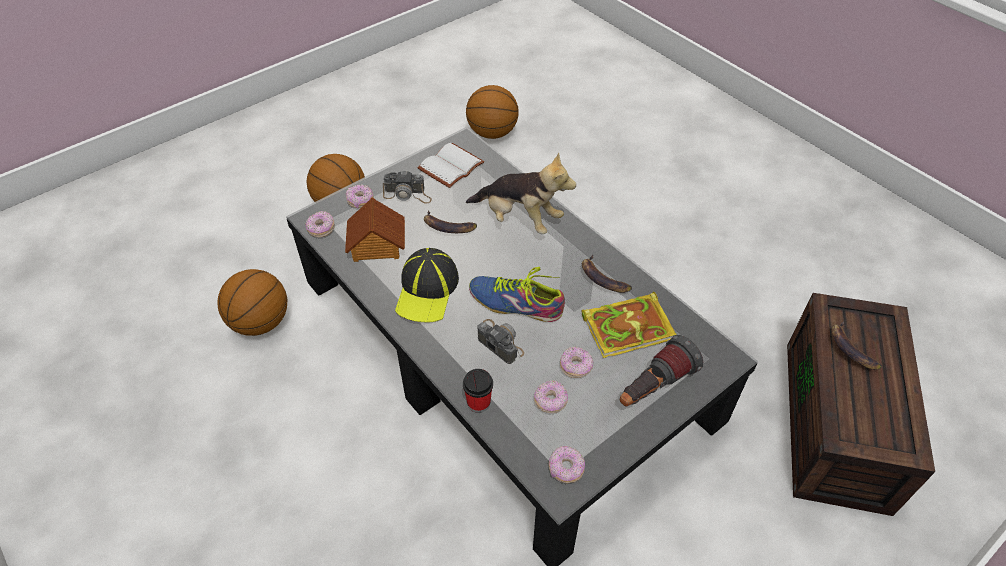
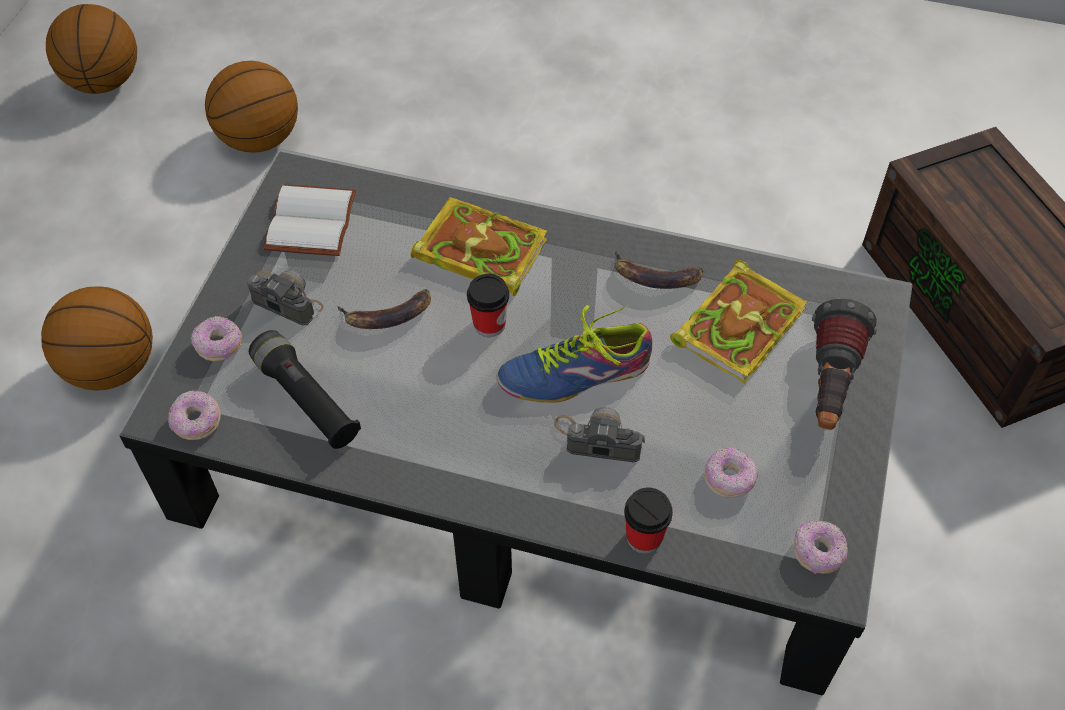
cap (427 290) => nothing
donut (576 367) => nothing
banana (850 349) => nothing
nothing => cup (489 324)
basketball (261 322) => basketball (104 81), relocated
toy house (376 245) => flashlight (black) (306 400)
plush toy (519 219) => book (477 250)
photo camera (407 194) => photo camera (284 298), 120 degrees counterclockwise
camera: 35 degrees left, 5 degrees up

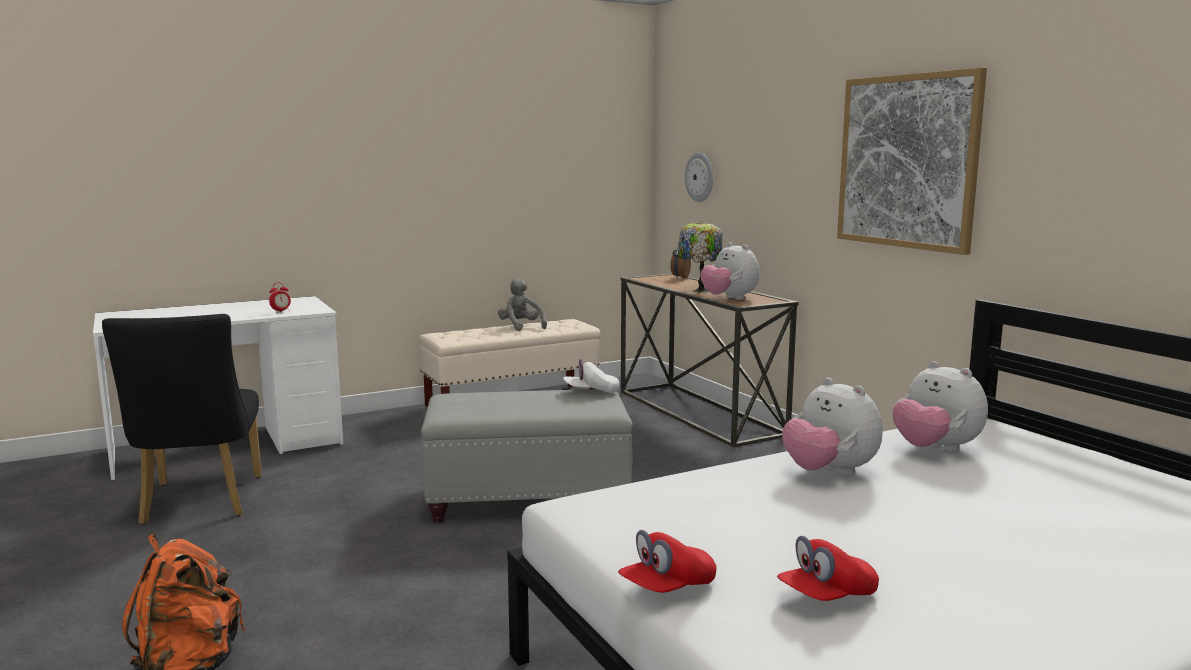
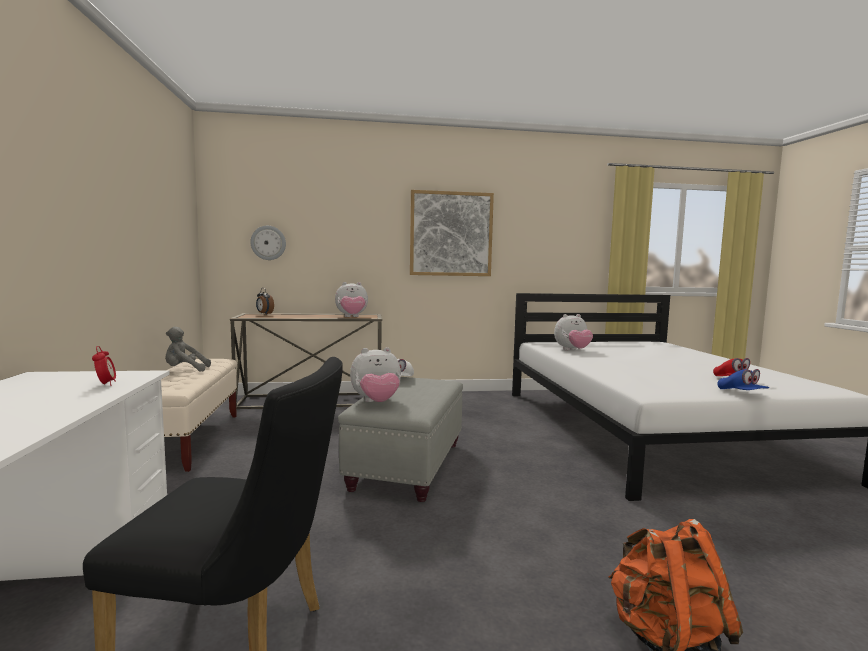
table lamp (699 291) => nothing
plush toy (829 472) => plush toy (376 402), relocated
cap (red) (667 588) => cap (blue) (741 393)
camera: 70 degrees left, 5 degrees down

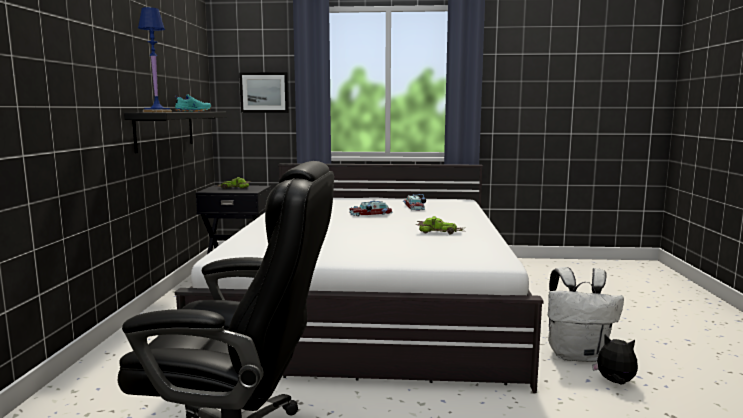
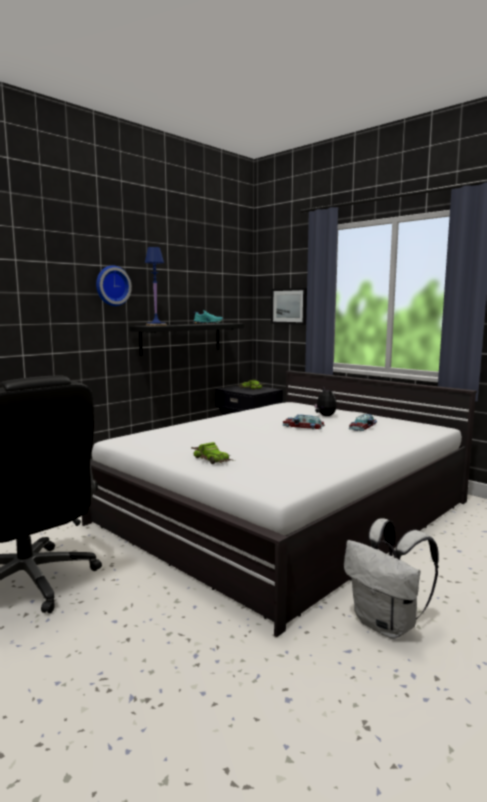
nothing => wall clock (112 286)
toy car (440 231) => toy car (212 459), relocated
plush toy (615 382) => plush toy (324 416), relocated
camera: 40 degrees right, 0 degrees up

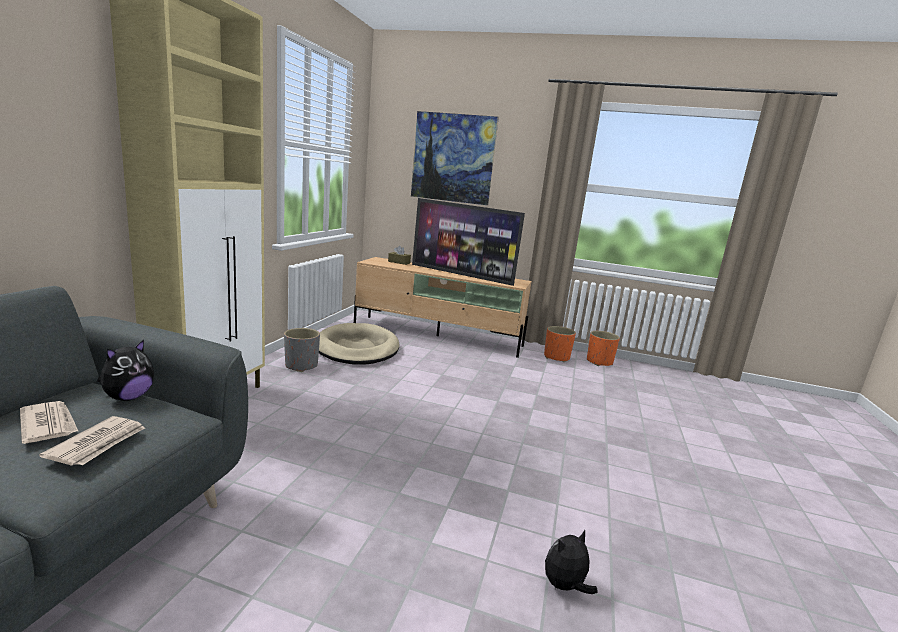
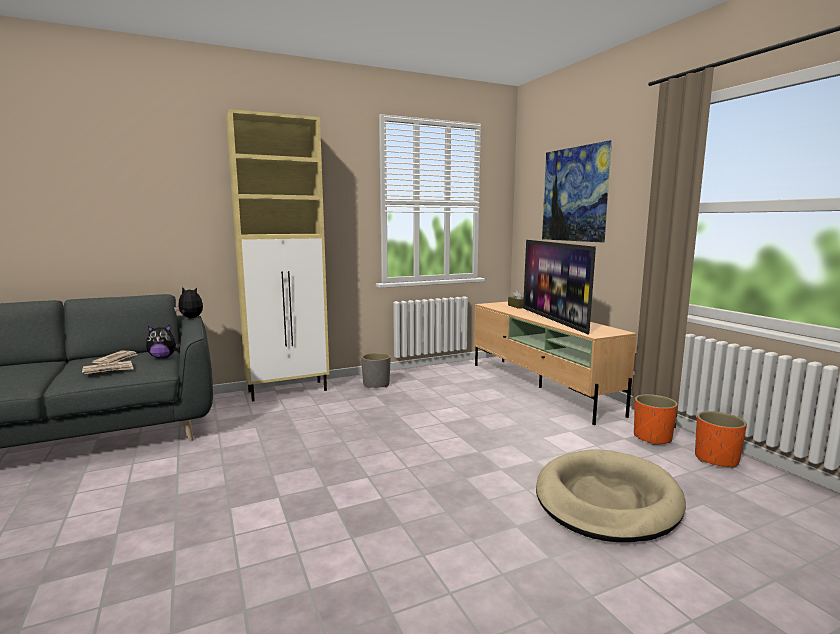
dog bed (beige) (357 348) => dog bed (beige) (606 500), relocated
plush toy (565 586) => plush toy (190 318), relocated
camera: 50 degrees right, 5 degrees down

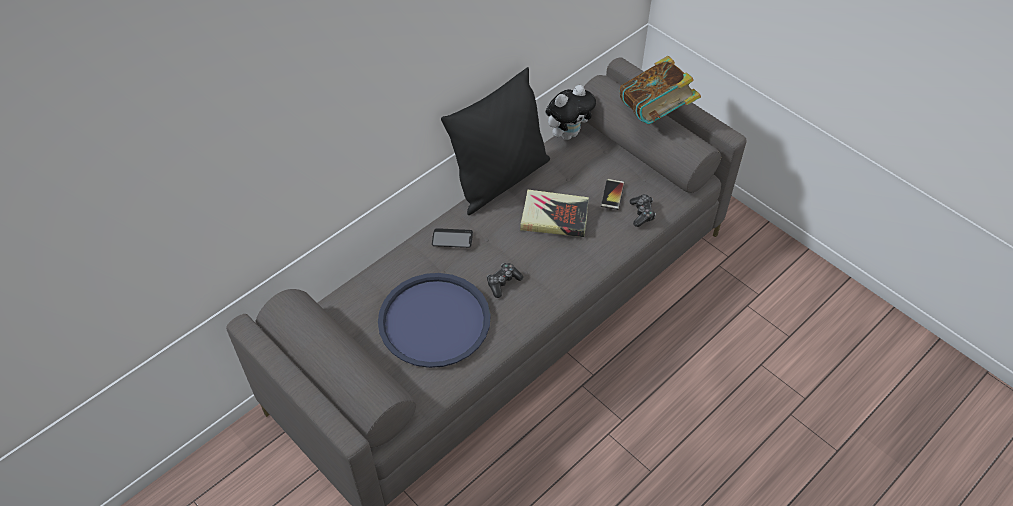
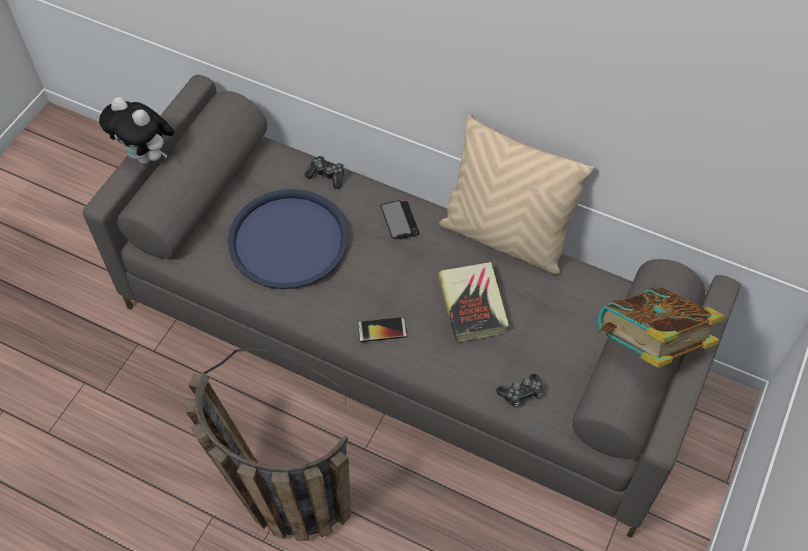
nothing => basket (274 490)
game controller (503 282) => game controller (326 175), relocated
plush toy (568 133) => plush toy (147 156), relocated
phone (612 194) => phone (382 330), relocated
pillow (black) (500 180) => pillow (beige) (505 237)
camera: 70 degrees right, 5 degrees up

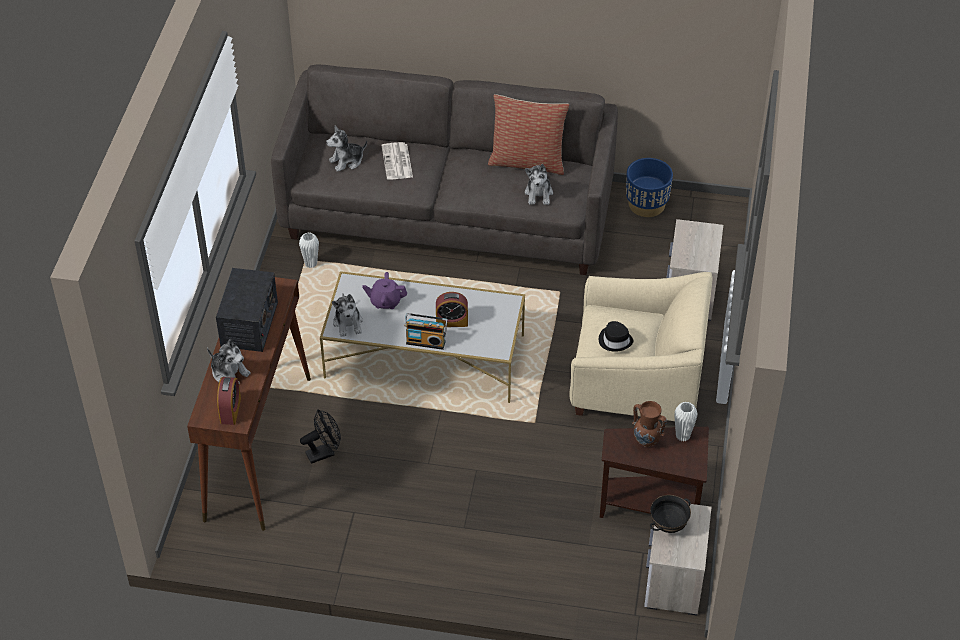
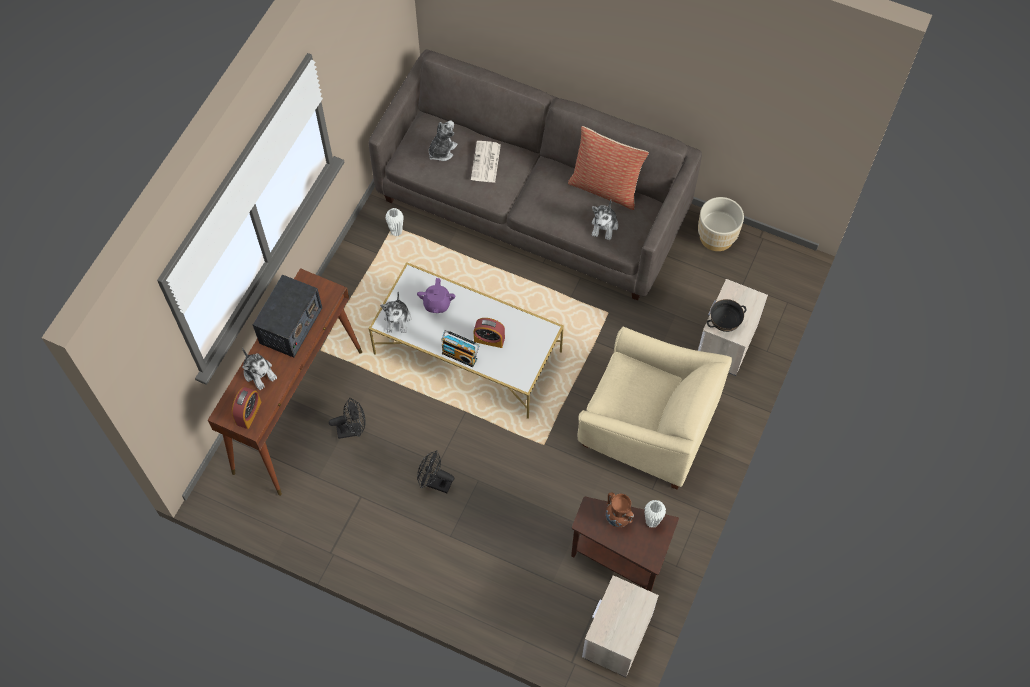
hat (black) (615 340) => nothing
nothing => fan (black) (435 483)
bowl (black) (668 525) => bowl (black) (724 323), relocated
planter (blue) (646 204) => planter (beige) (716 237)
plush toy (347 161) => plush toy (441 150), 135 degrees clockwise
teapot (purple) (385 301) => teapot (purple) (437 304), 105 degrees counterclockwise
camera: 15 degrees right, 15 degrees up

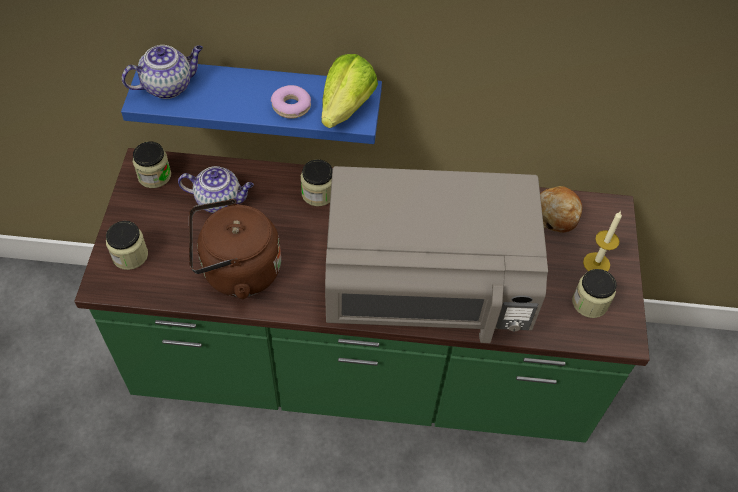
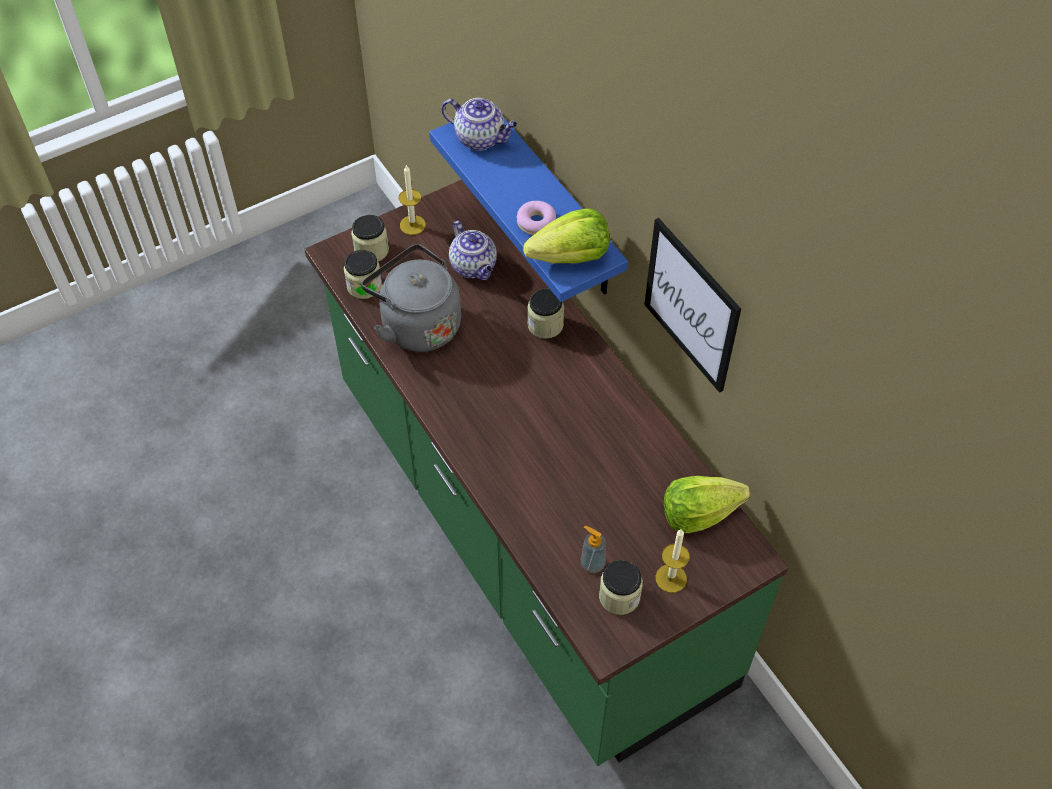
microwave (grey) (426 289) => nothing
nothing => candle (412 225)
nothing => soap dispenser (592 564)
nothing => picture (691 305)
jar (154 176) => jar (364 286), relocated
bread (556 214) => lettuce (698 514)
kettle (brown) (236 272) => kettle (grey) (417 324)
camera: 55 degrees right, 0 degrees up

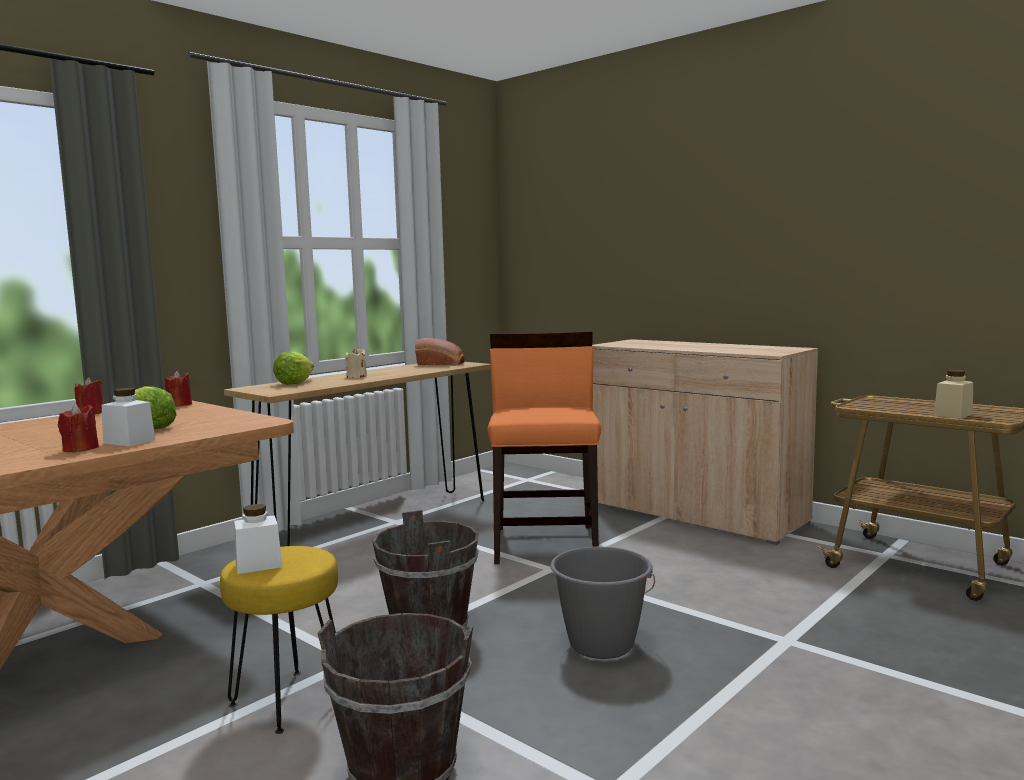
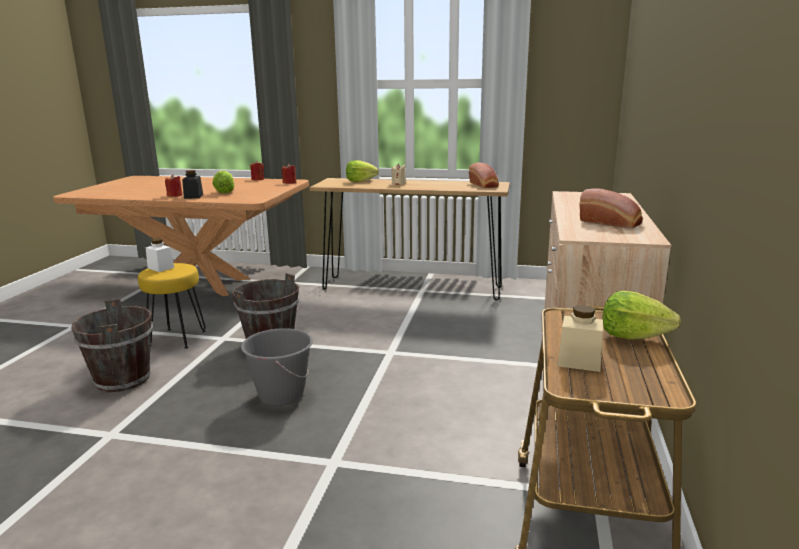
chair (orange) (546 543) => nothing
nothing => bread (611 223)
nothing => lettuce (633 336)
jar (white) (129 441) => jar (black) (193 196)
camera: 60 degrees right, 10 degrees up

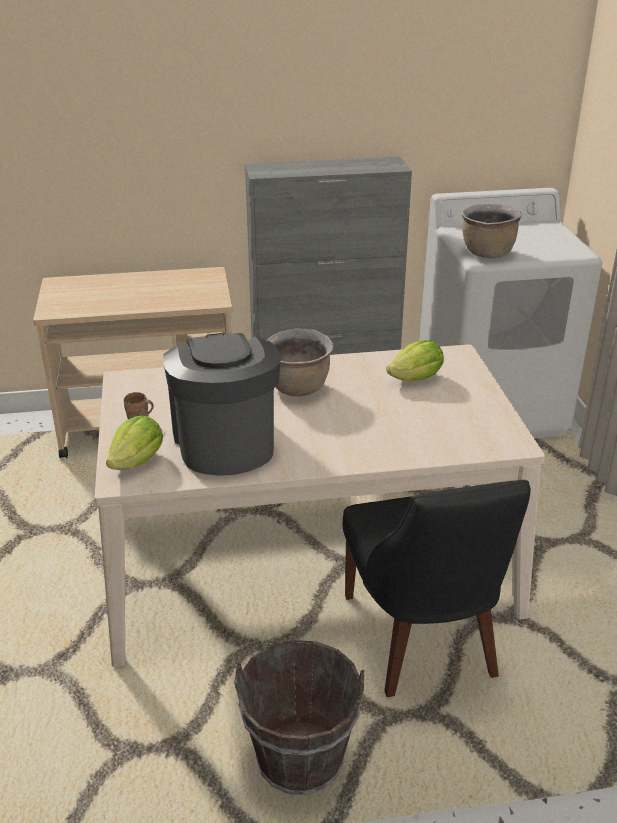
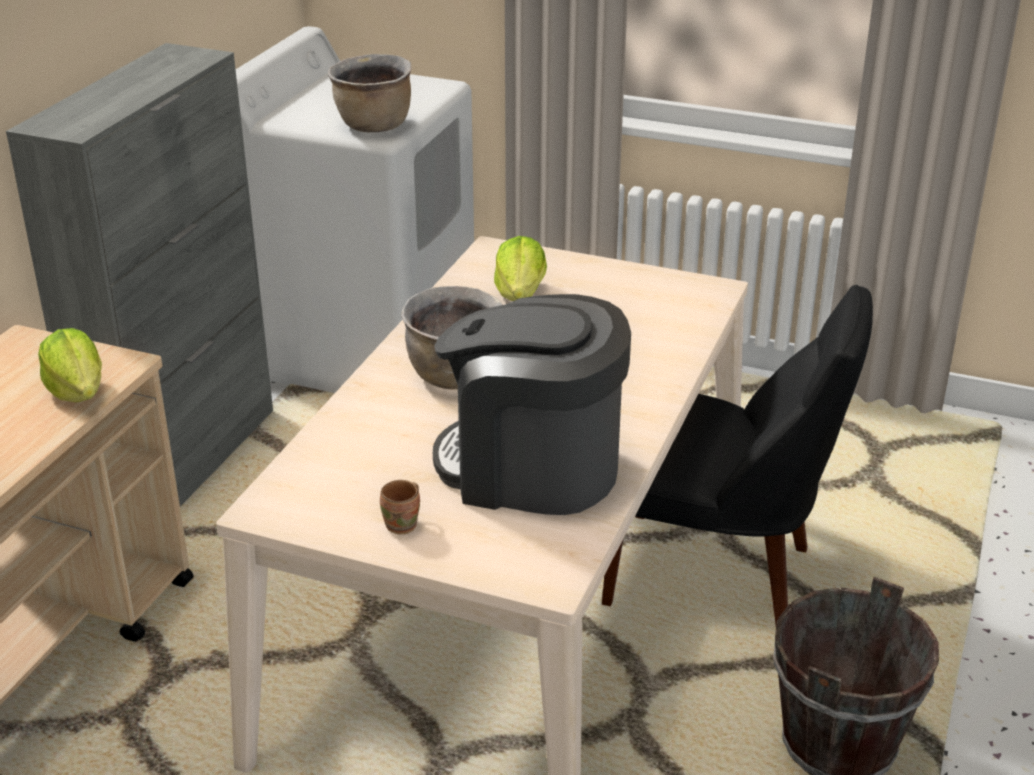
lettuce (138 462) => lettuce (77 392), relocated
camera: 60 degrees left, 0 degrees up

